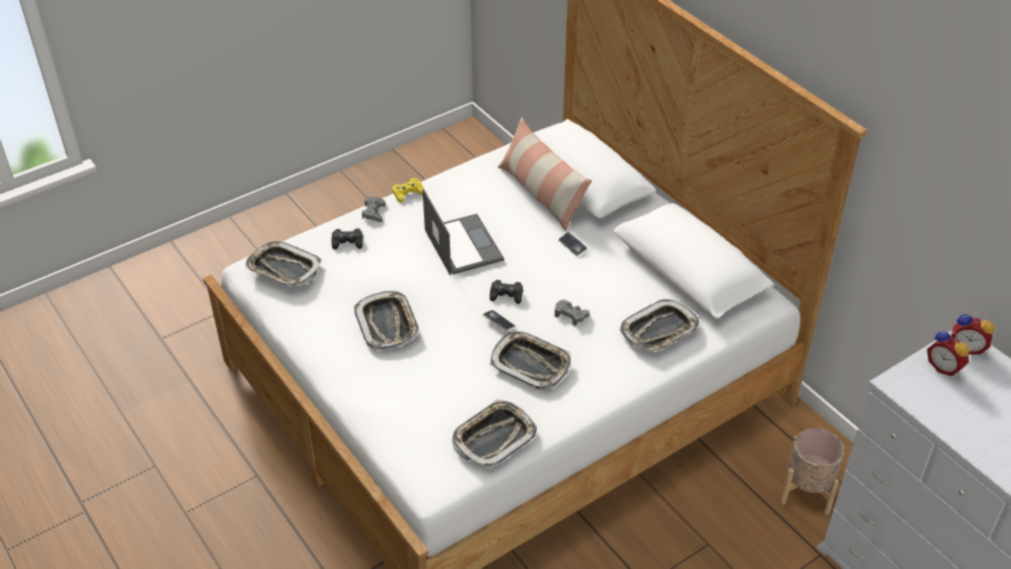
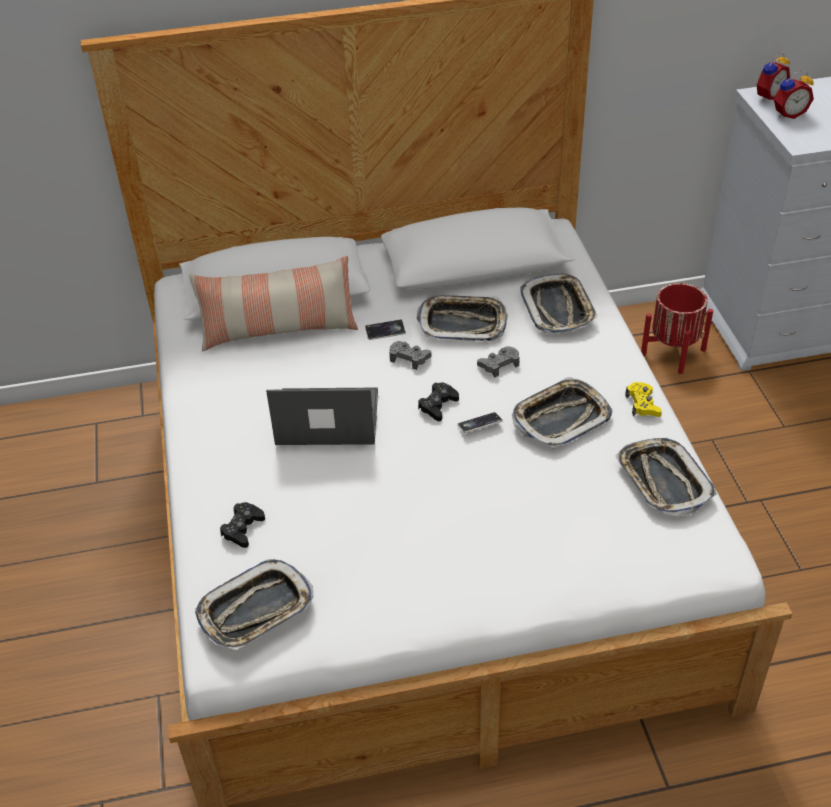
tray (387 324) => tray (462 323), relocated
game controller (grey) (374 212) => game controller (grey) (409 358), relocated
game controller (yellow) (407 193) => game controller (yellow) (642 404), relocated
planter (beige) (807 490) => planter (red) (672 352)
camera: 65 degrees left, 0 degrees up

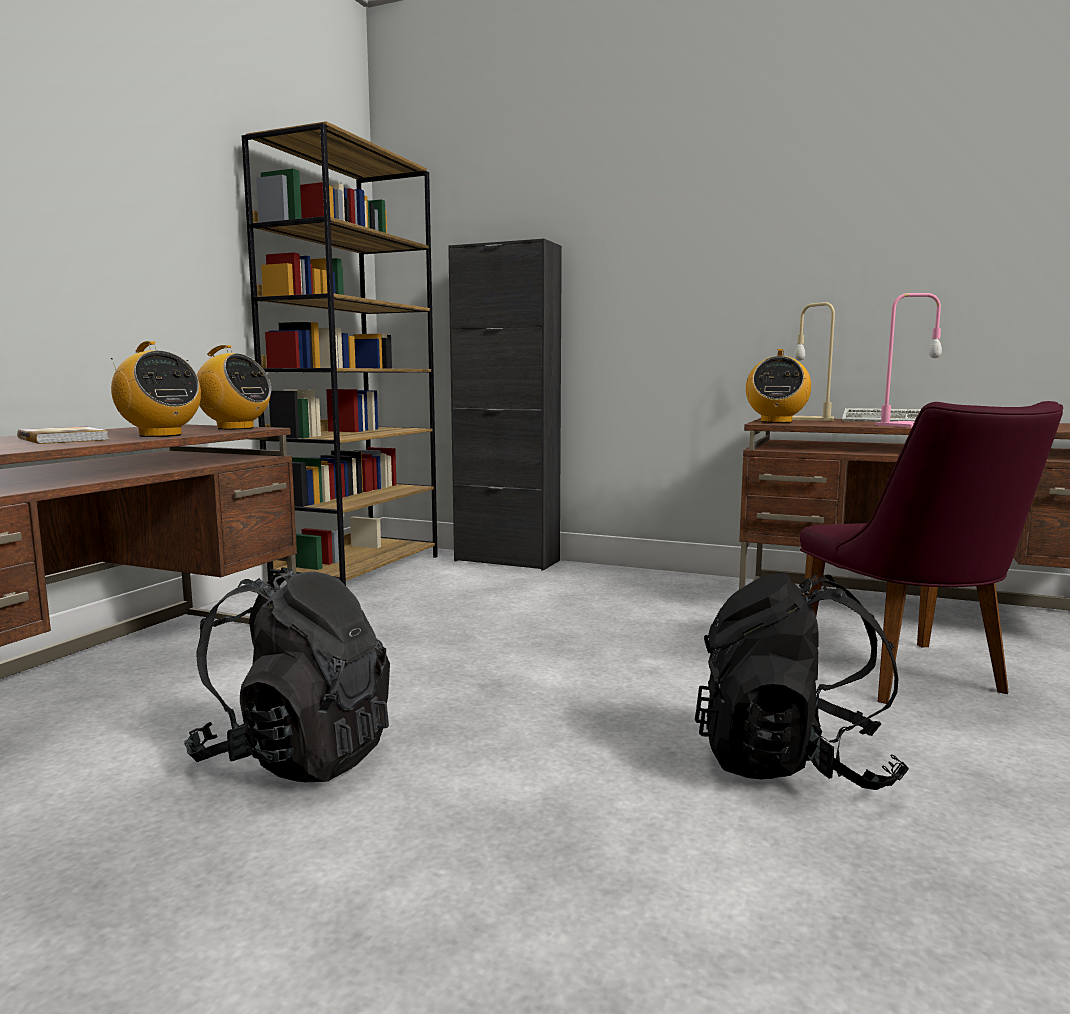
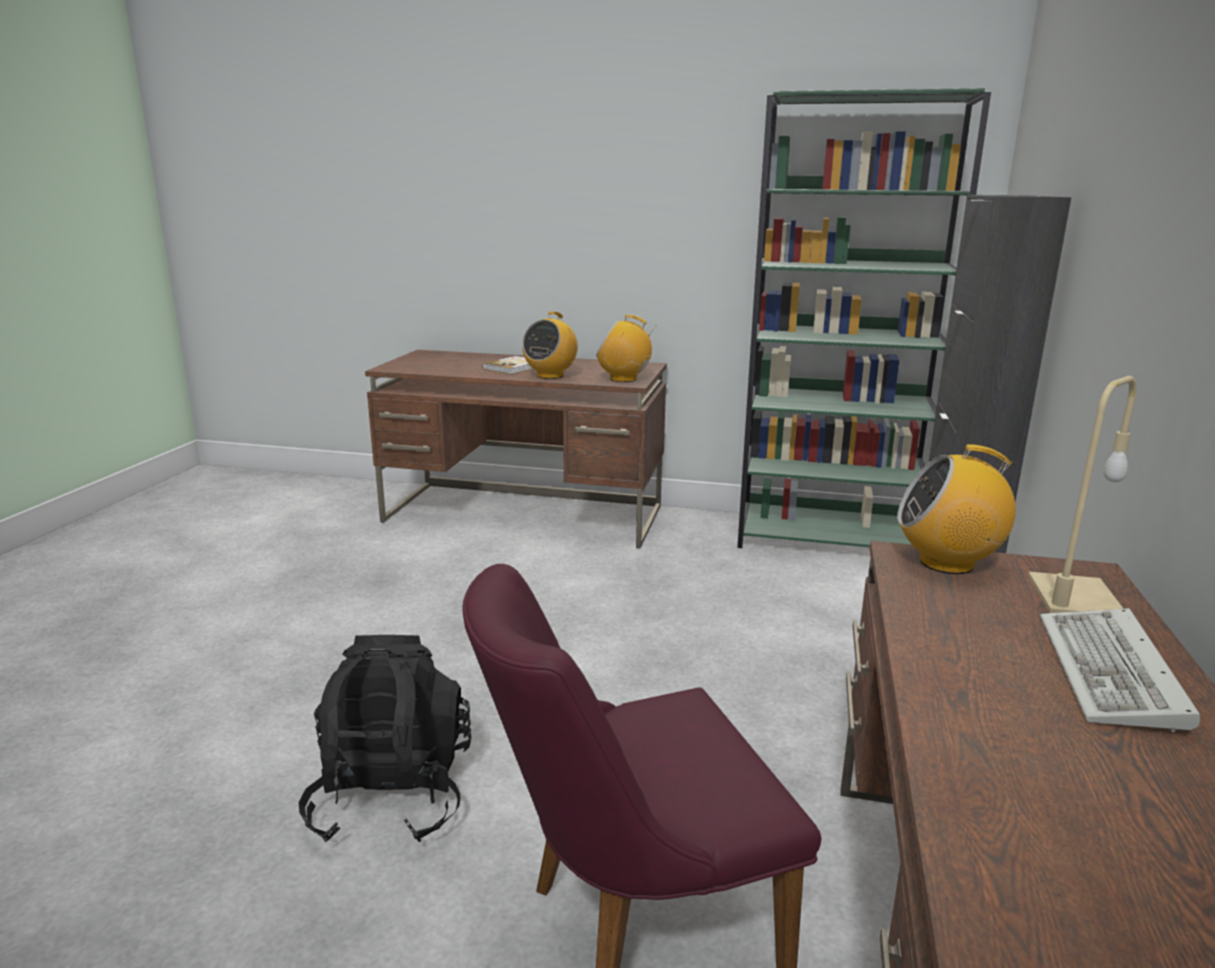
backpack (black) (297 757) => nothing
table lamp (pink) (907 425) => nothing
bookcase (brown) (359 570) => bookcase (green) (827 539)
radio (234 428) => radio (623 379), 90 degrees clockwise
camera: 80 degrees right, 10 degrees up

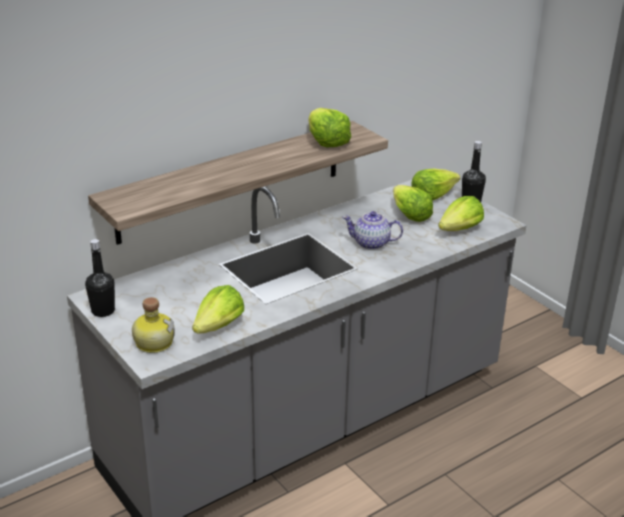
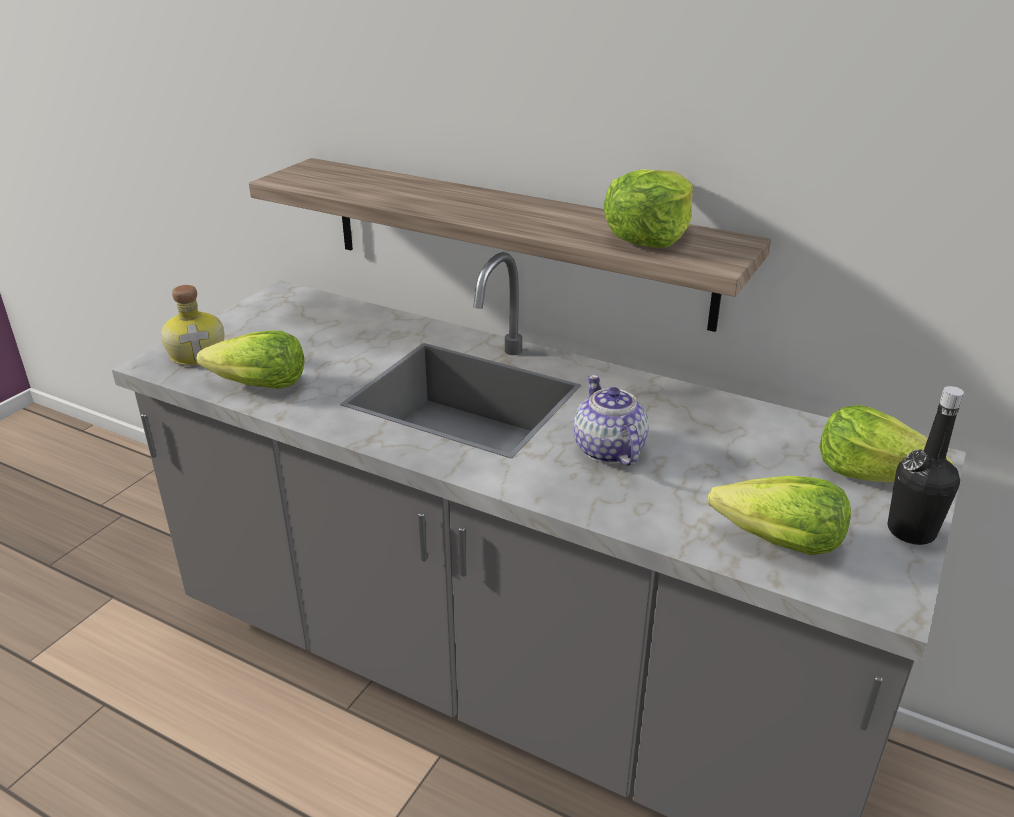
bottle (black) (103 311) => nothing
lettuce (409 215) => nothing
camera: 65 degrees right, 0 degrees up

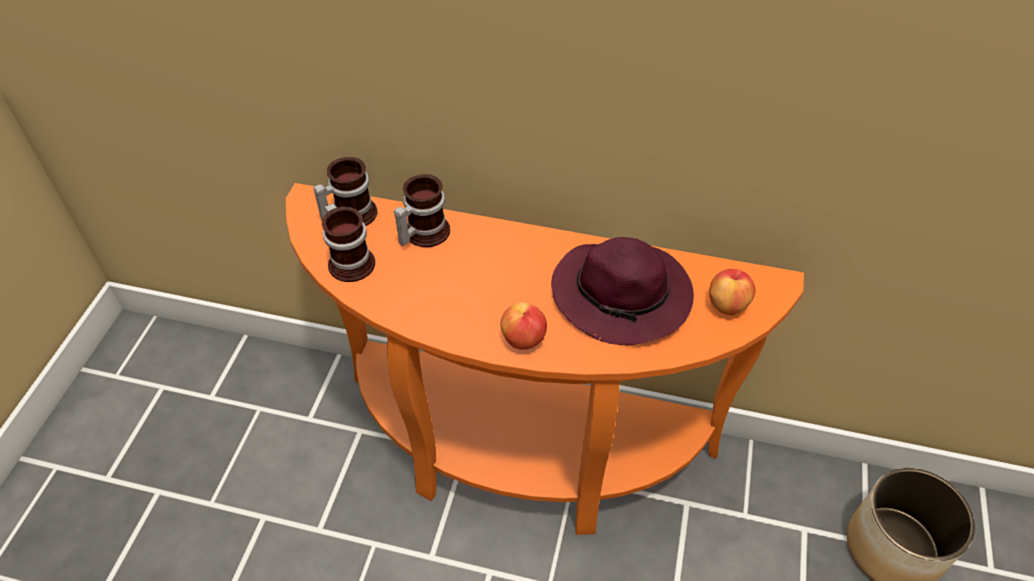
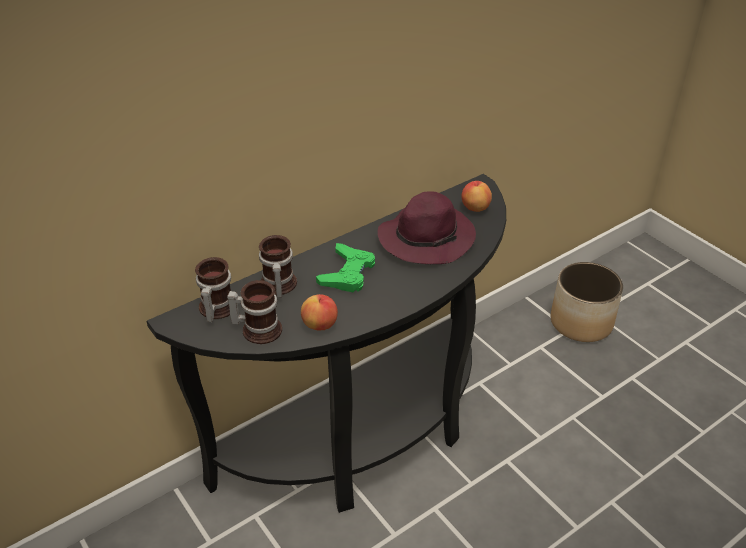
nothing => game controller (green) (347 273)
apple (523 339) => apple (320 325), relocated
console table (orange) (519 452) => console table (black) (367 437)
camera: 50 degrees left, 10 degrees down

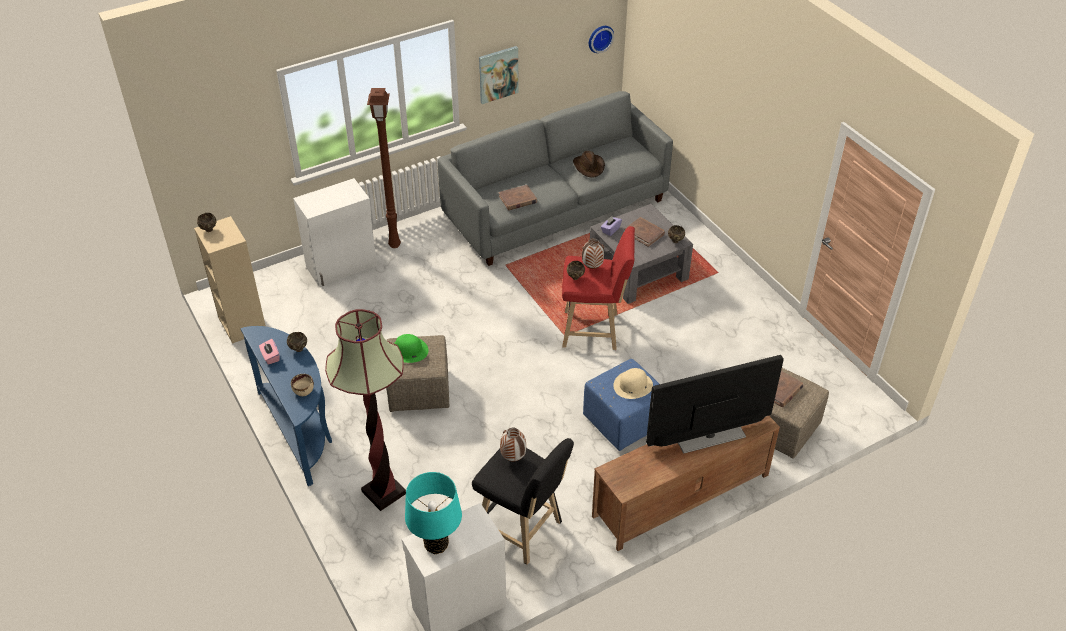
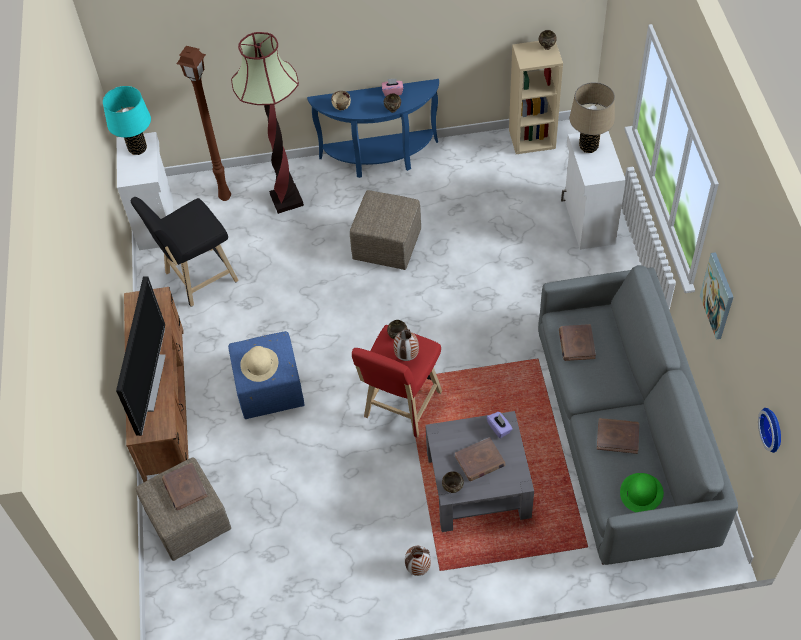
nothing => table lamp (beige) (588 146)
floor lamp (brown) (394 244) => floor lamp (brown) (226 196), relocated
hat (green) (408 350) => hat (green) (641 492), relocated
vase (512 458) => vase (418 568), relocated
hat (brown) (589 166) => book (brown) (617 436)
camera: 115 degrees right, 10 degrees up

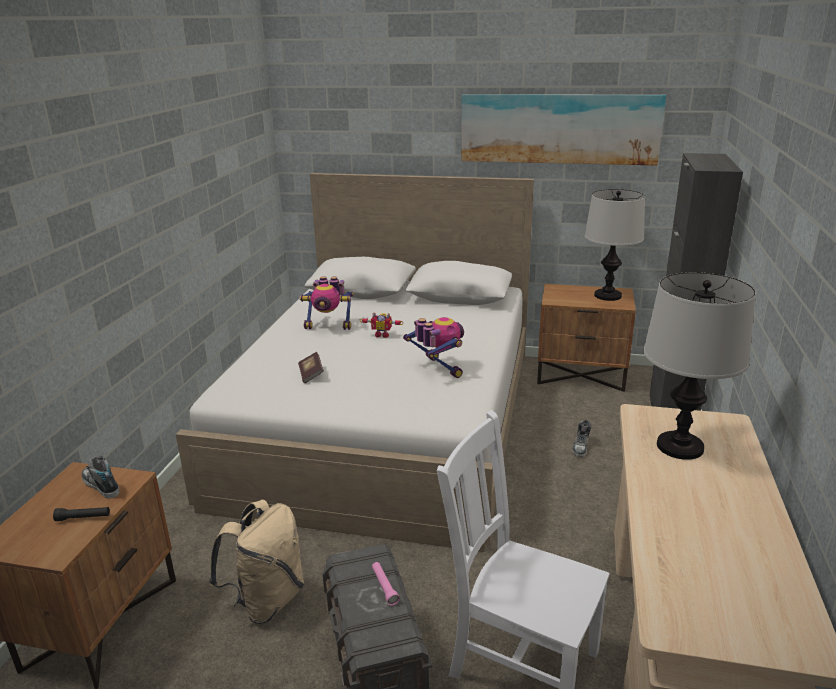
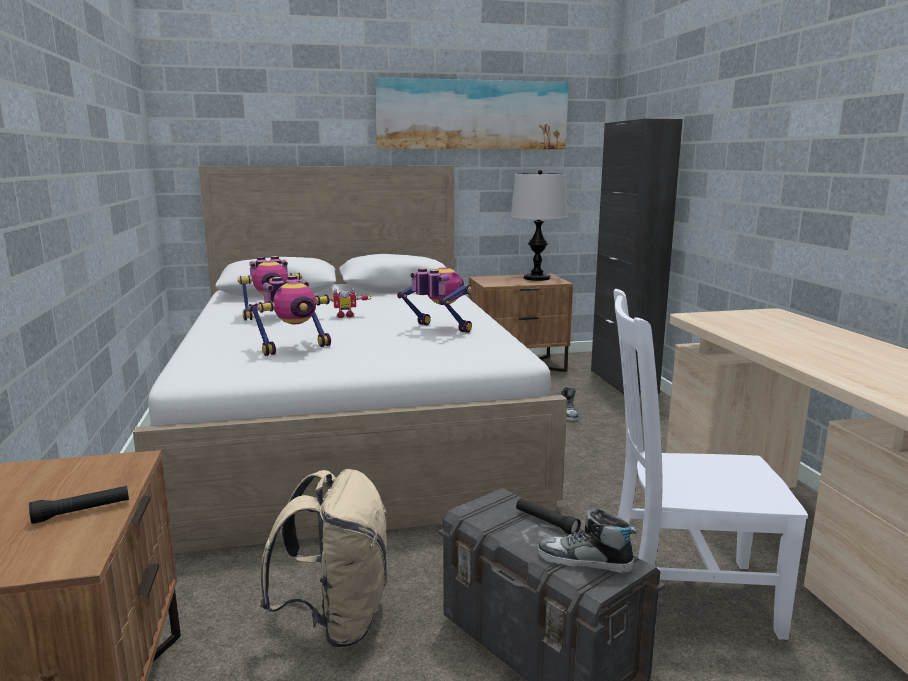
table lamp (680 447) => nothing
shoe (101 485) => shoe (584 561), relocated
book (311 374) => toy robot (294 348)
flashlight (pink) (384 587) => flashlight (black) (546 522)
camera: 25 degrees left, 10 degrees down

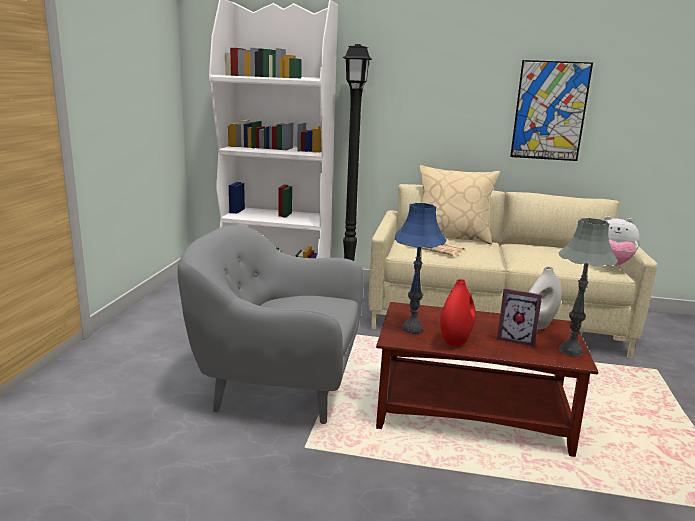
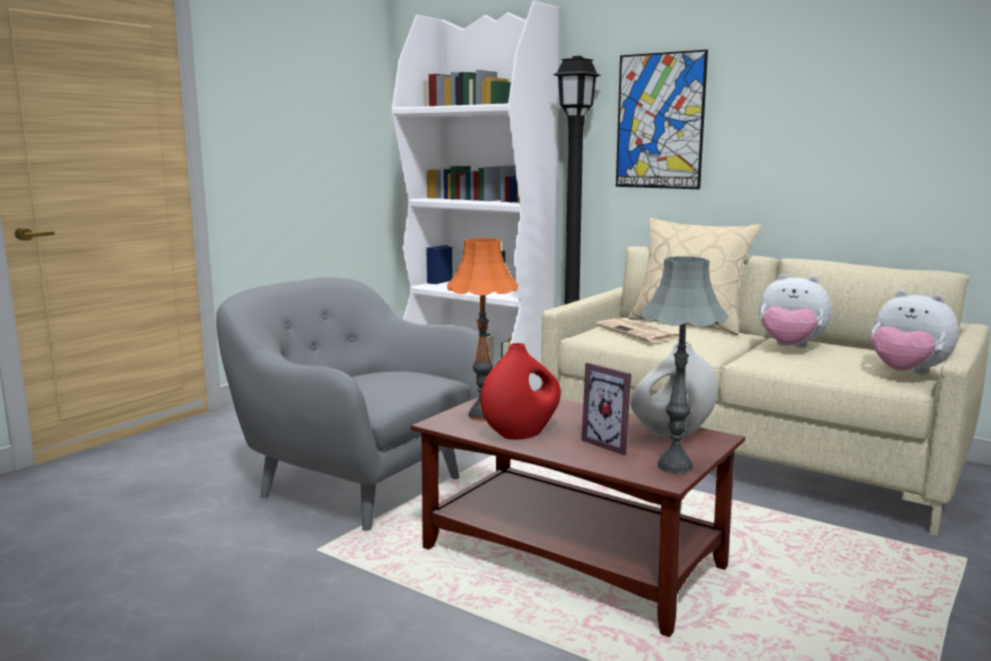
nothing => plush toy (790 347)
picture (550 111) => picture (660 121), relocated
table lamp (blue) (412 329) => table lamp (orange) (483 416)
camera: 25 degrees right, 5 degrees down

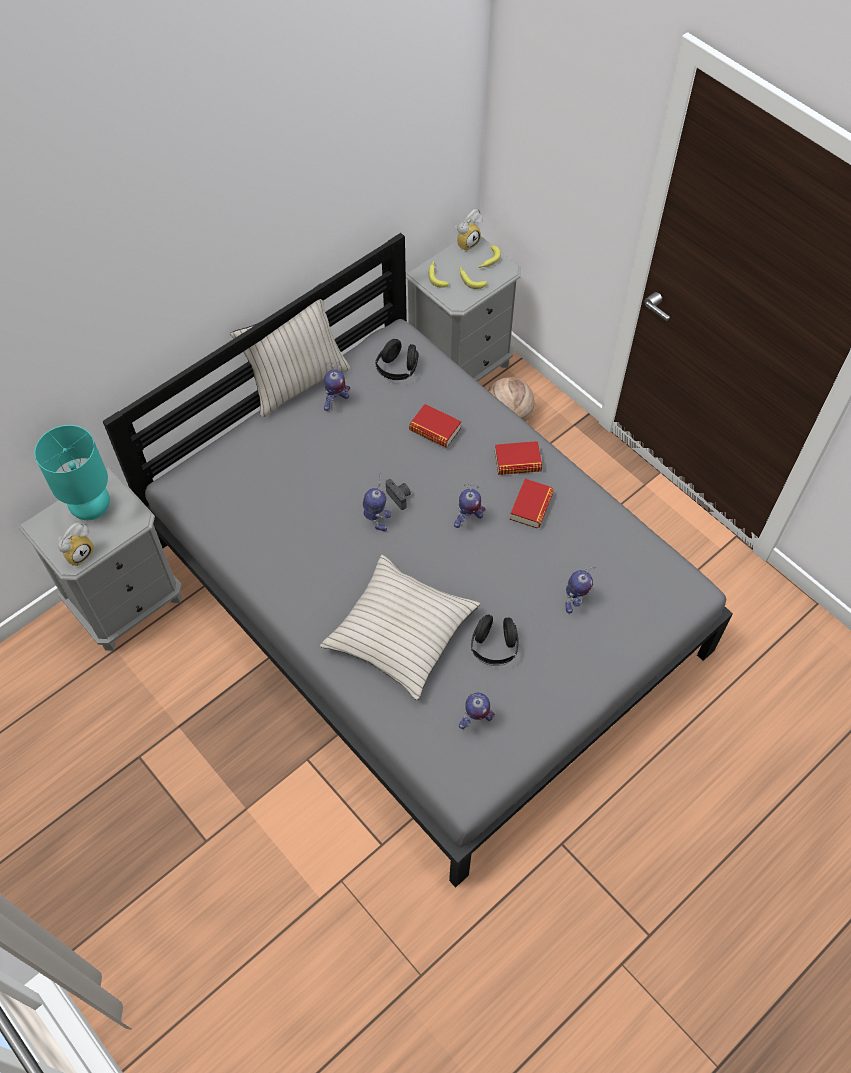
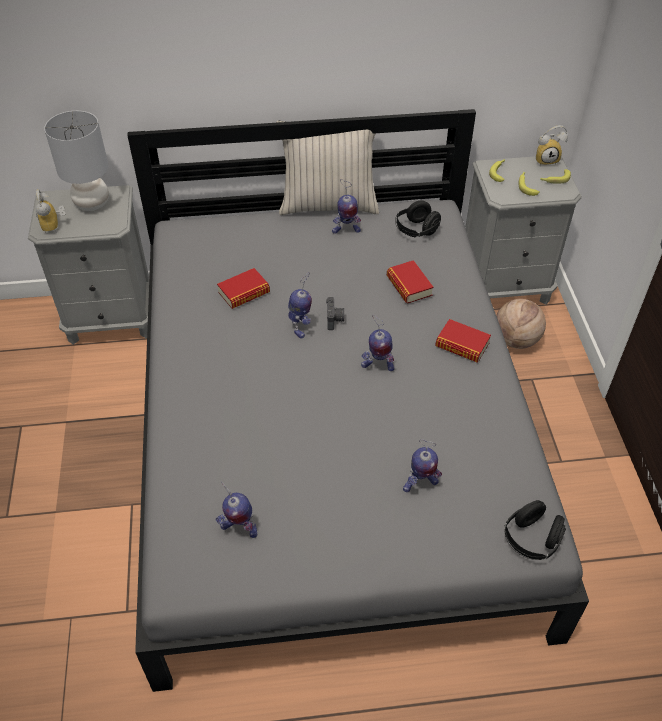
pillow (beige) (400 632) => nothing
headphones (black) (494 647) => headphones (black) (531 540), relocated
book (531 506) => book (244 292), relocated
table lamp (turquoise) (92 507) => table lamp (grey) (92 203)
alarm clock (79 552) => alarm clock (54 226), 90 degrees clockwise
camera: 35 degrees right, 10 degrees down

